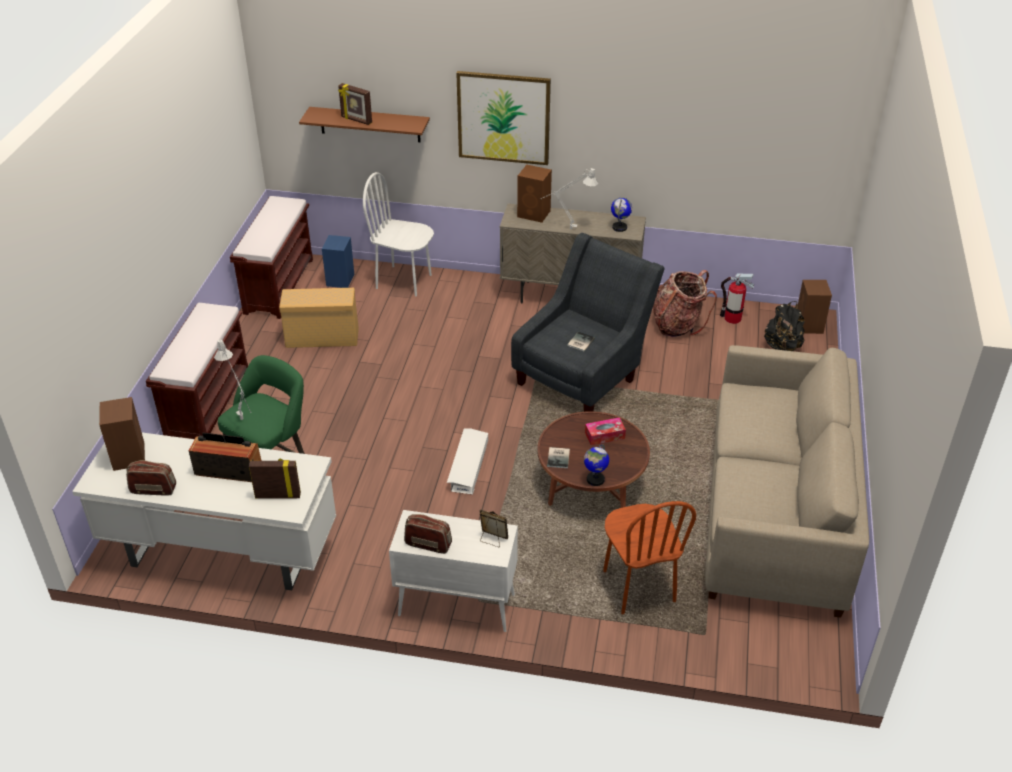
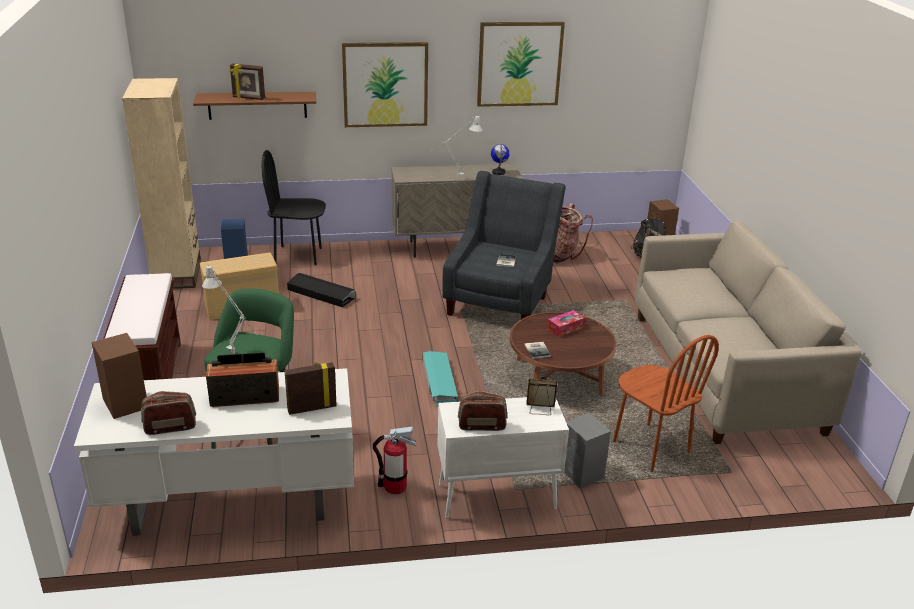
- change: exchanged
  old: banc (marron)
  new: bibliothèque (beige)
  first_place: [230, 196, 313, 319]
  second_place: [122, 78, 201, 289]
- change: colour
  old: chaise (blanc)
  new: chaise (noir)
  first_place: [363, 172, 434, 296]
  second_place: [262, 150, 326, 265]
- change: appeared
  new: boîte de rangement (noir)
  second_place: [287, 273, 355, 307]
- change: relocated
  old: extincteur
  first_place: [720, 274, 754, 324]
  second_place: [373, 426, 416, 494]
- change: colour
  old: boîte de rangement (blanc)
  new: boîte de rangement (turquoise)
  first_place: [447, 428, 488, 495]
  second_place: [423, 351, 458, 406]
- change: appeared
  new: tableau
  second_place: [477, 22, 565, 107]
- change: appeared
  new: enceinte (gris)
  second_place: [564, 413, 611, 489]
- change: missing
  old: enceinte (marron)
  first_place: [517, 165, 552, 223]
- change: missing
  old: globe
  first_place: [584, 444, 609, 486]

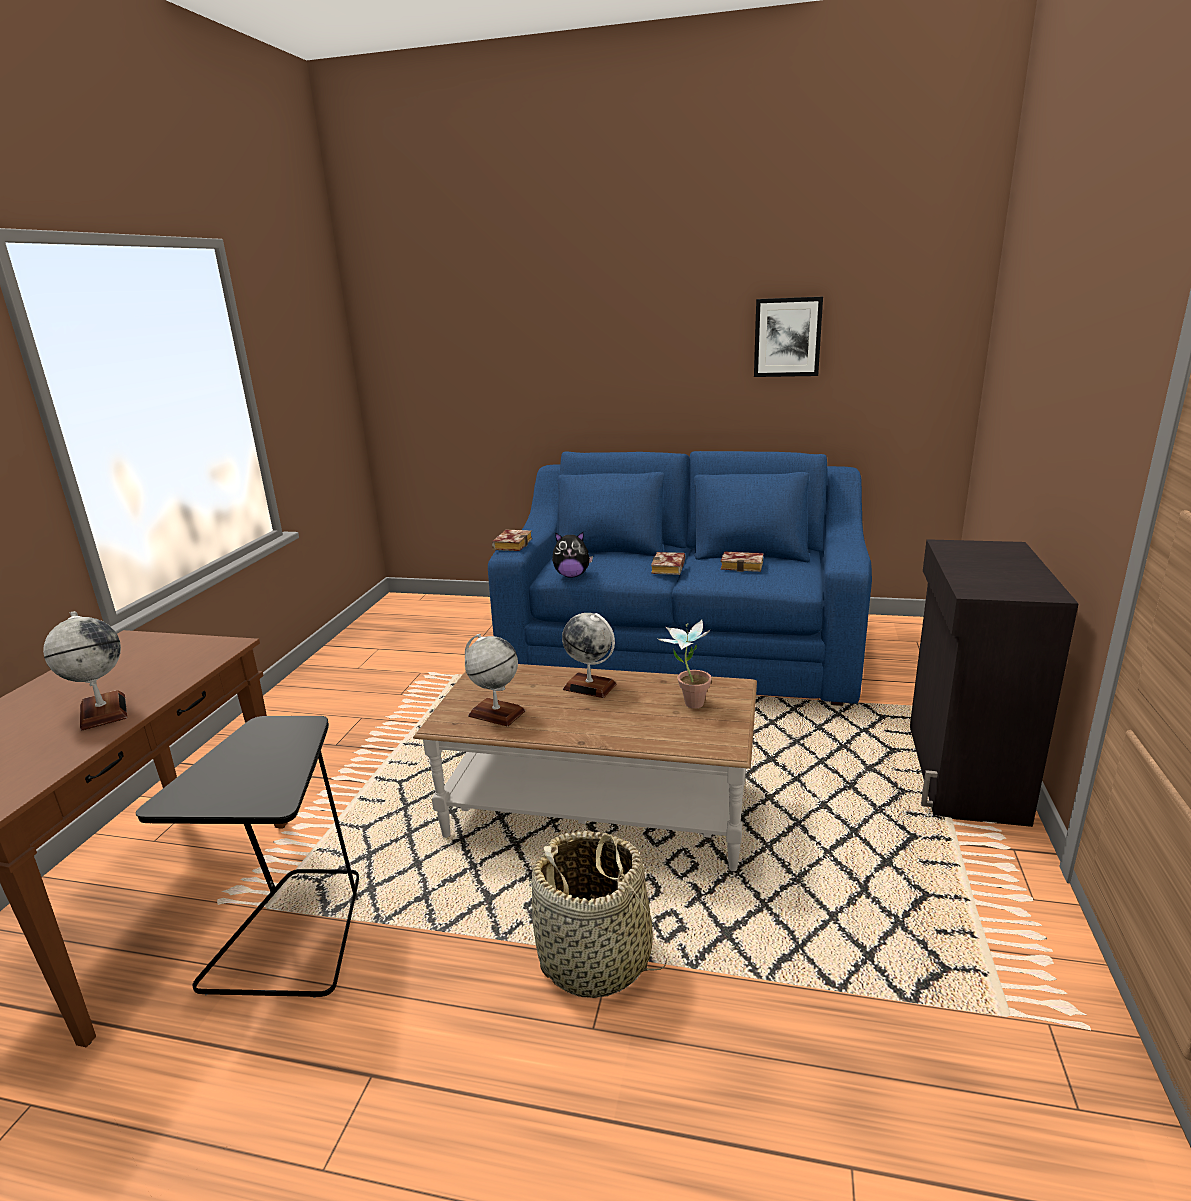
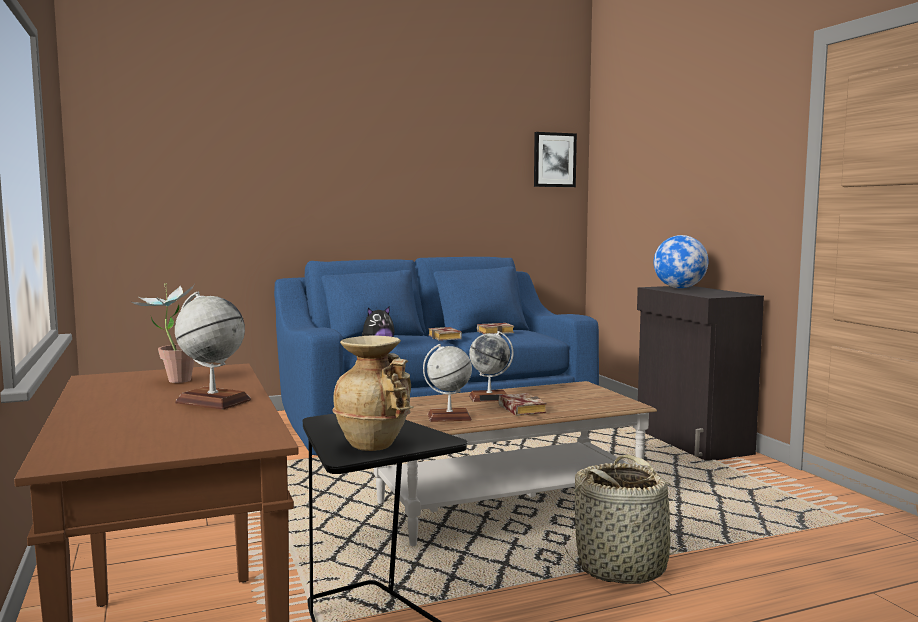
- change: relocated
  old: plante en pot
  first_place: [656, 619, 712, 709]
  second_place: [130, 283, 194, 383]
- change: appeared
  new: vase (beige)
  second_place: [332, 336, 414, 451]
- change: relocated
  old: livre
  first_place: [492, 530, 532, 551]
  second_place: [499, 393, 546, 416]
- change: relocated
  old: tableau
  first_place: [754, 297, 823, 377]
  second_place: [534, 132, 577, 187]
- change: appeared
  new: globe
  second_place: [654, 235, 708, 288]

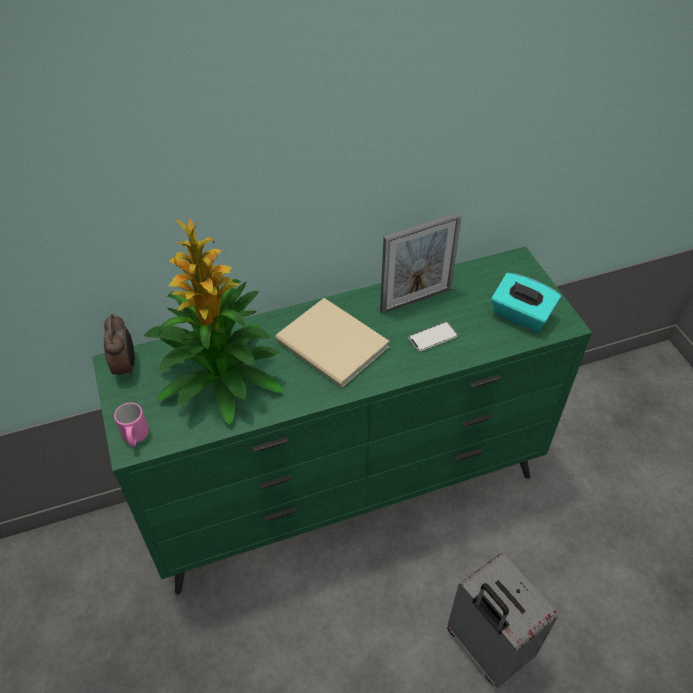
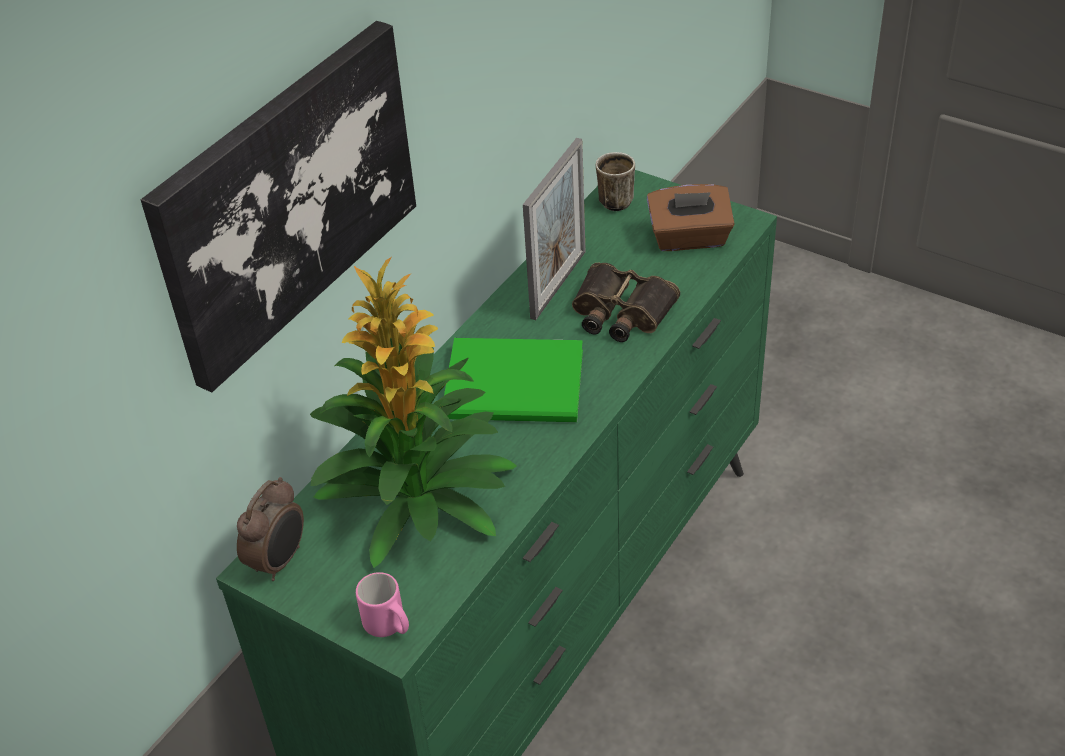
- change: appeared
  new: tableau
  second_place: [141, 21, 416, 392]
- change: spun
  old: réveil
  first_place: [104, 313, 135, 378]
  second_place: [237, 477, 304, 581]
  degrees: 75
- change: colour
  old: livre (beige)
  new: livre (vert)
  first_place: [275, 298, 390, 388]
  second_place: [444, 338, 583, 422]
- change: exchanged
  old: téléphone
  new: jumelles
  first_place: [408, 322, 458, 352]
  second_place: [572, 263, 680, 342]
- change: appeared
  new: mug
  second_place: [596, 152, 635, 211]
- change: colour
  old: boîte à mouchoirs (turquoise)
  new: boîte à mouchoirs (marron)
  first_place: [491, 273, 561, 332]
  second_place: [647, 184, 735, 251]
- change: missing
  old: valise (gris)
  first_place: [447, 553, 558, 688]

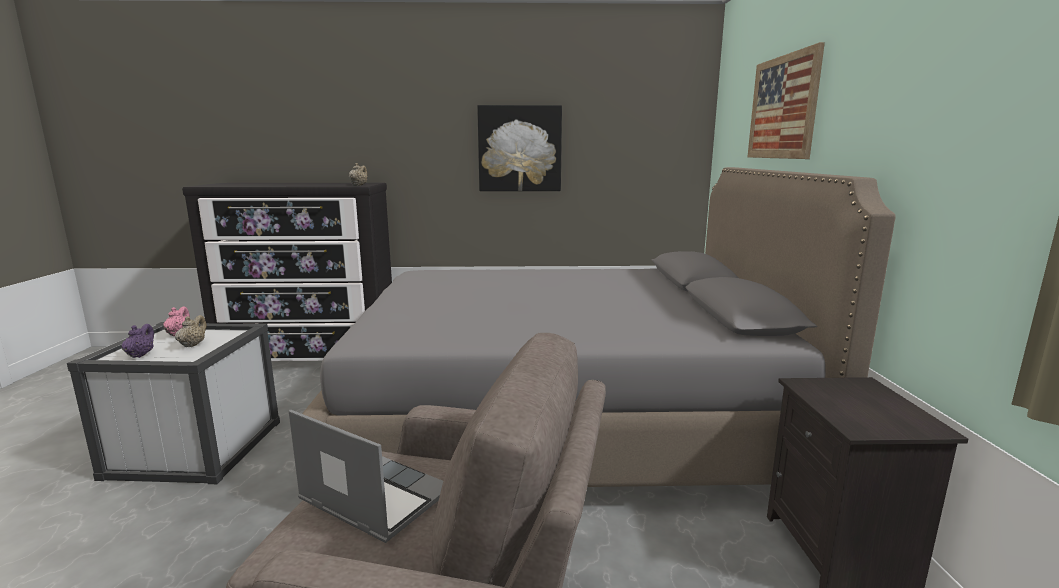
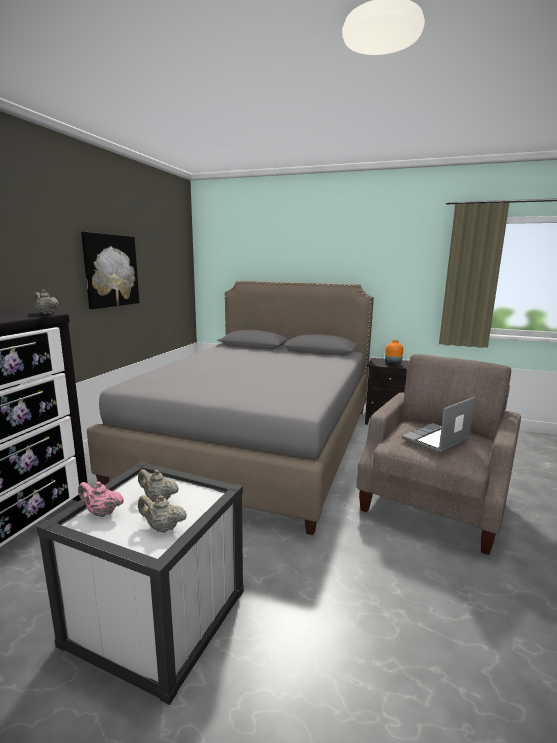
- change: colour
  old: théière (violet)
  new: théière (beige)
  first_place: [122, 324, 154, 358]
  second_place: [138, 495, 187, 533]
- change: appeared
  new: vase (orange)
  second_place: [385, 340, 403, 365]
- change: missing
  old: tableau
  first_place: [748, 42, 825, 159]

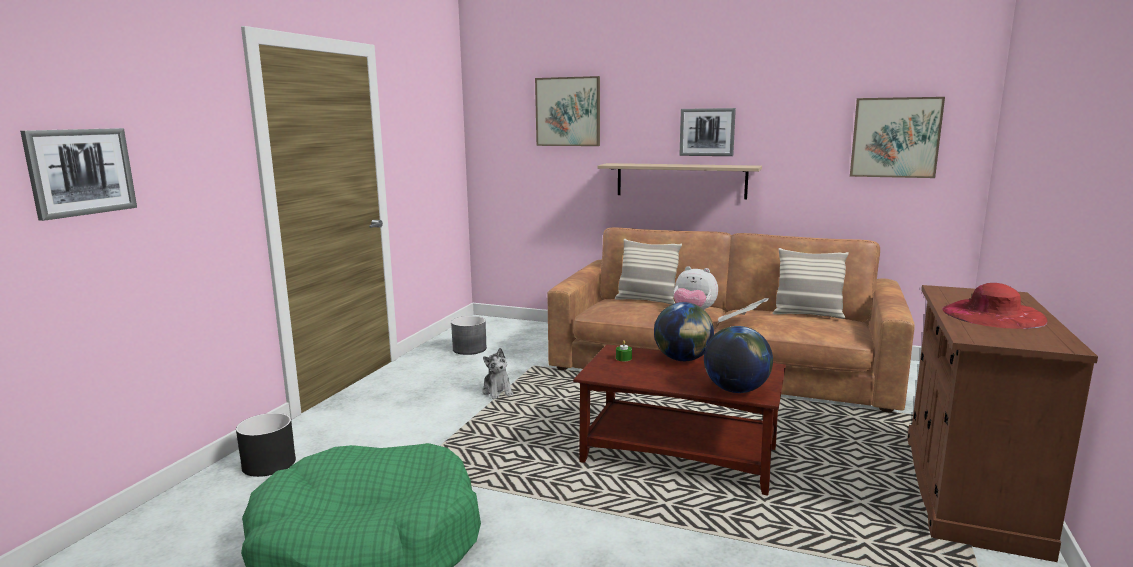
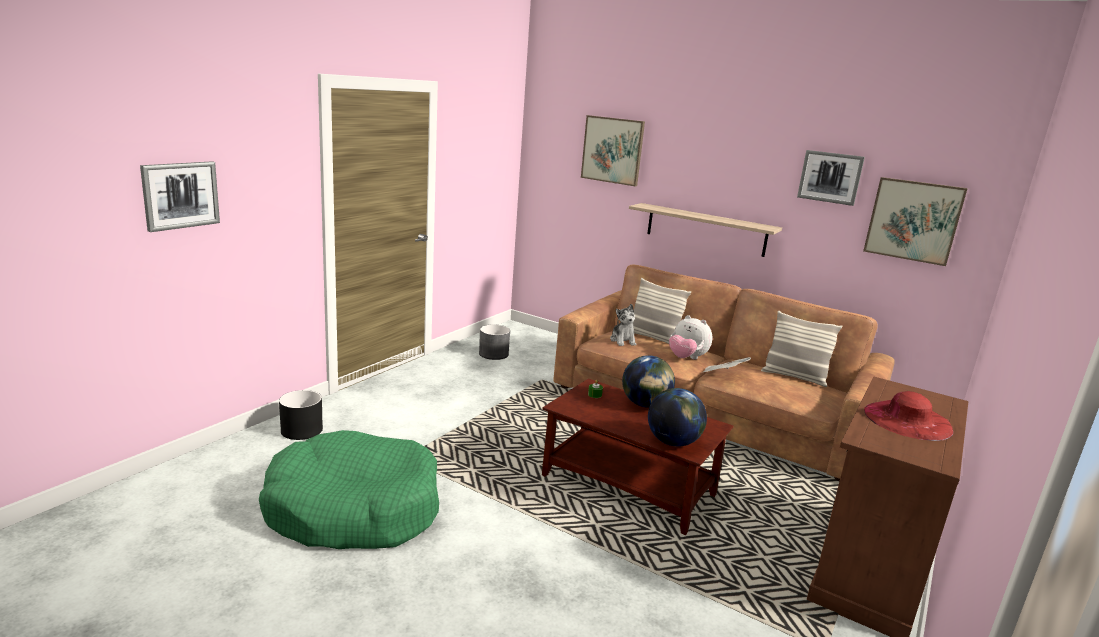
- change: relocated
  old: peluche
  first_place: [482, 348, 513, 399]
  second_place: [610, 304, 636, 346]
- change: relocated
  old: tableau
  first_place: [679, 108, 736, 156]
  second_place: [797, 150, 865, 206]

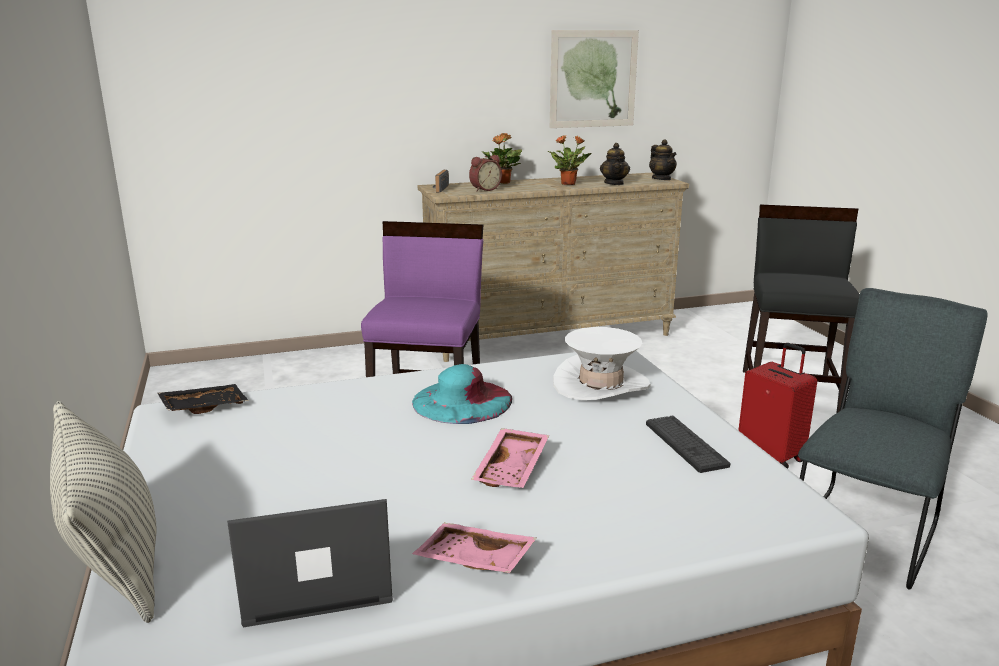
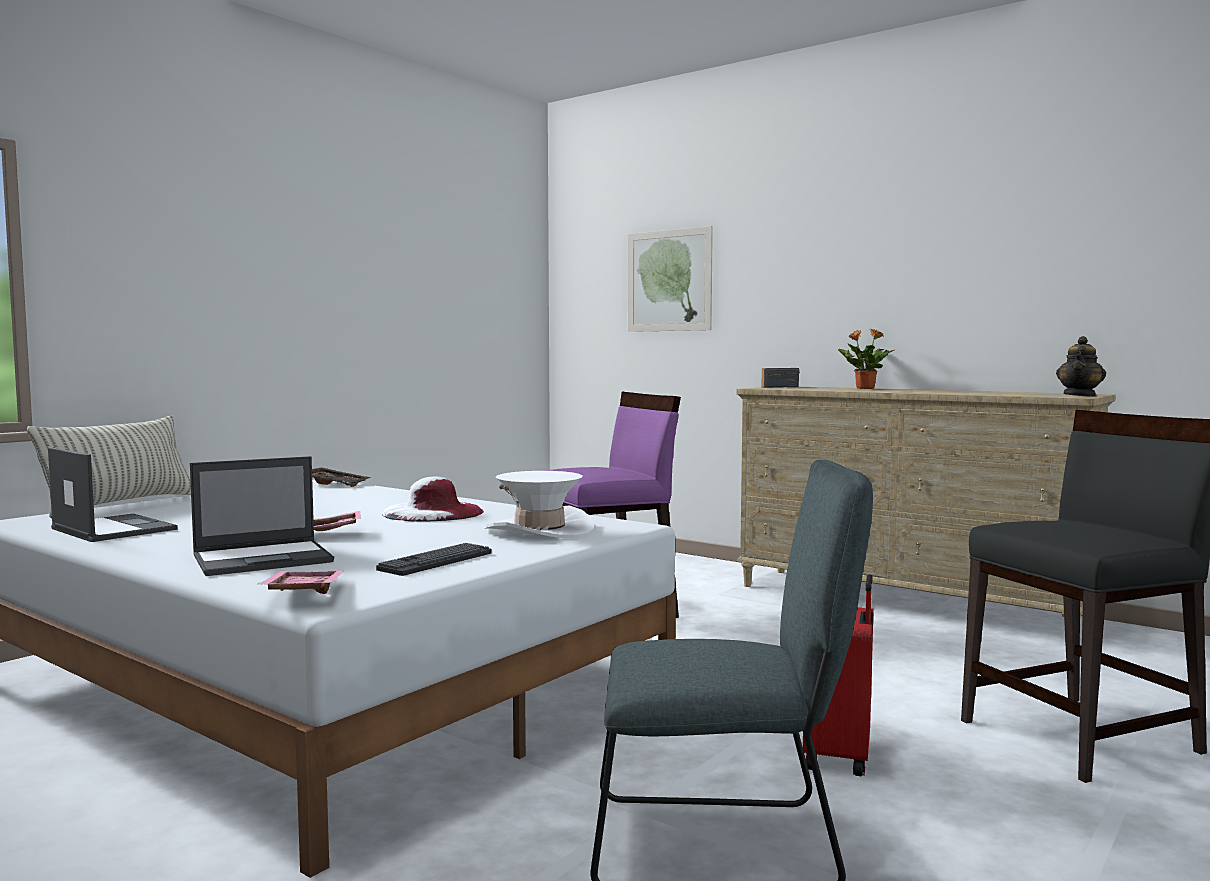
- change: appeared
  new: ordinateur portable
  second_place: [190, 456, 334, 576]
- change: relocated
  old: plateau (rose)
  first_place: [412, 523, 537, 573]
  second_place: [258, 570, 343, 594]
- change: colour
  old: chapeau (turquoise)
  new: chapeau (blanc)
  first_place: [412, 364, 512, 424]
  second_place: [382, 476, 484, 522]
- change: relocated
  old: tableau
  first_place: [550, 30, 639, 128]
  second_place: [628, 226, 713, 332]
- change: missing
  old: réveil
  first_place: [469, 155, 502, 191]
- change: missing
  old: plante en pot
  first_place: [547, 135, 592, 185]
- change: missing
  old: théière
  first_place: [600, 143, 630, 185]

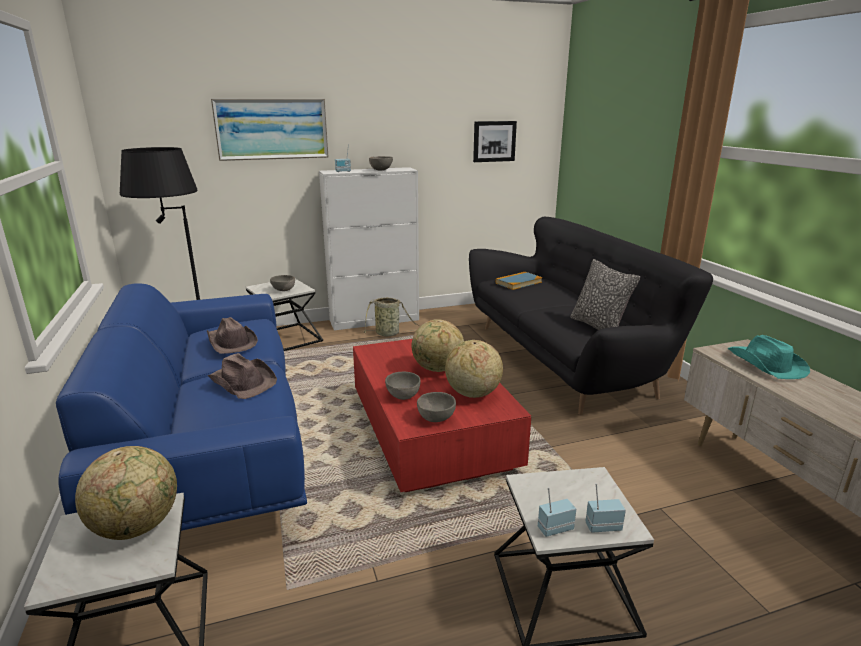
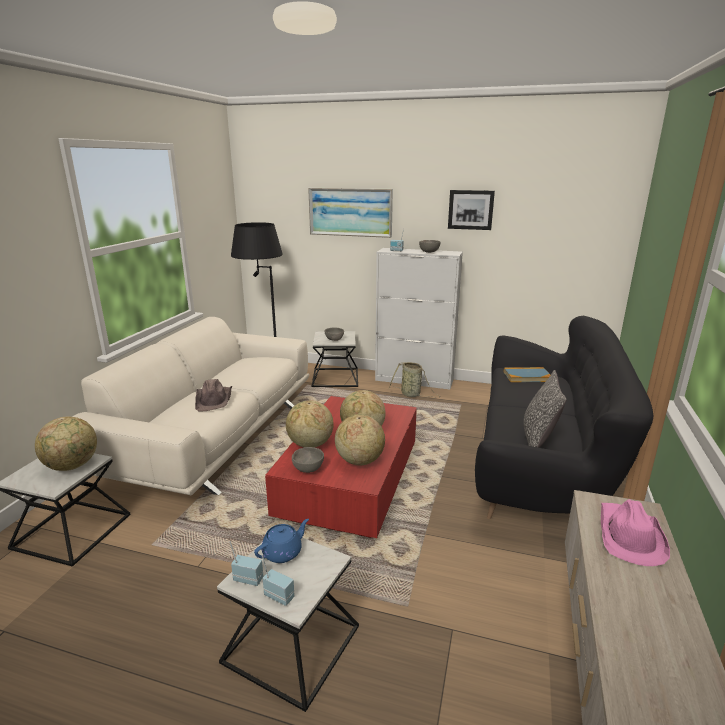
- change: colour
  old: canapé (bleu)
  new: canapé (beige)
  first_place: [56, 283, 307, 531]
  second_place: [72, 317, 309, 495]
- change: appeared
  new: théière (bleu)
  second_place: [254, 519, 309, 563]
- change: exchanged
  old: bol (gris)
  new: globe
  first_place: [385, 372, 421, 400]
  second_place: [286, 400, 334, 448]
- change: relocated
  old: tableau
  first_place: [473, 121, 517, 162]
  second_place: [448, 190, 495, 230]
- change: colour
  old: chapeau (turquoise)
  new: chapeau (rose)
  first_place: [728, 335, 810, 379]
  second_place: [601, 499, 670, 566]
- change: missing
  old: chapeau (marron)
  first_place: [207, 317, 258, 354]

